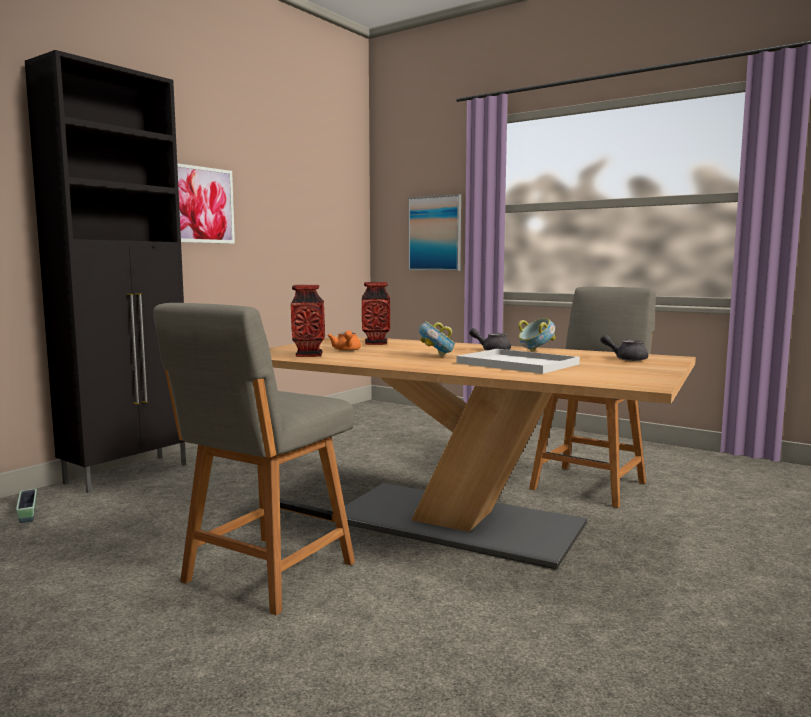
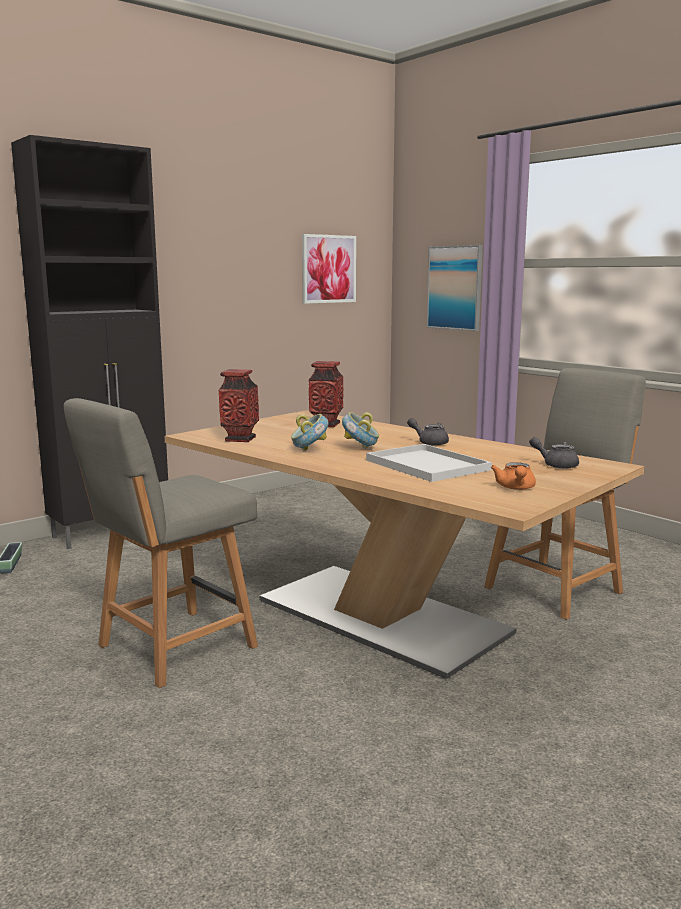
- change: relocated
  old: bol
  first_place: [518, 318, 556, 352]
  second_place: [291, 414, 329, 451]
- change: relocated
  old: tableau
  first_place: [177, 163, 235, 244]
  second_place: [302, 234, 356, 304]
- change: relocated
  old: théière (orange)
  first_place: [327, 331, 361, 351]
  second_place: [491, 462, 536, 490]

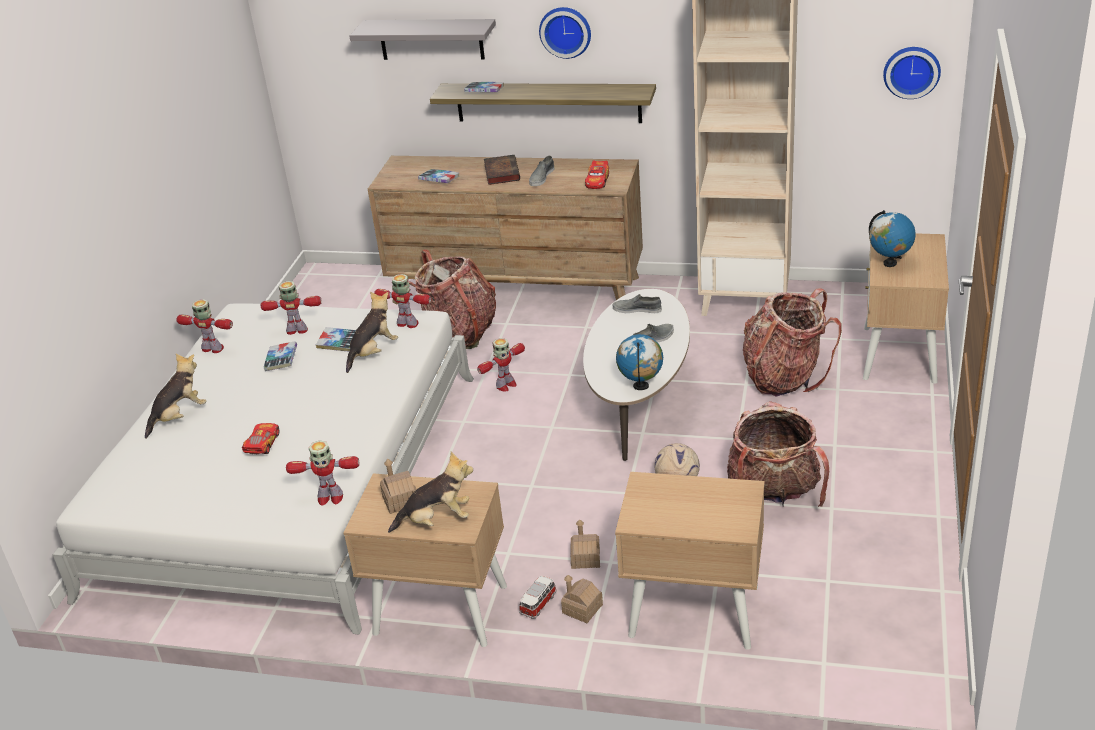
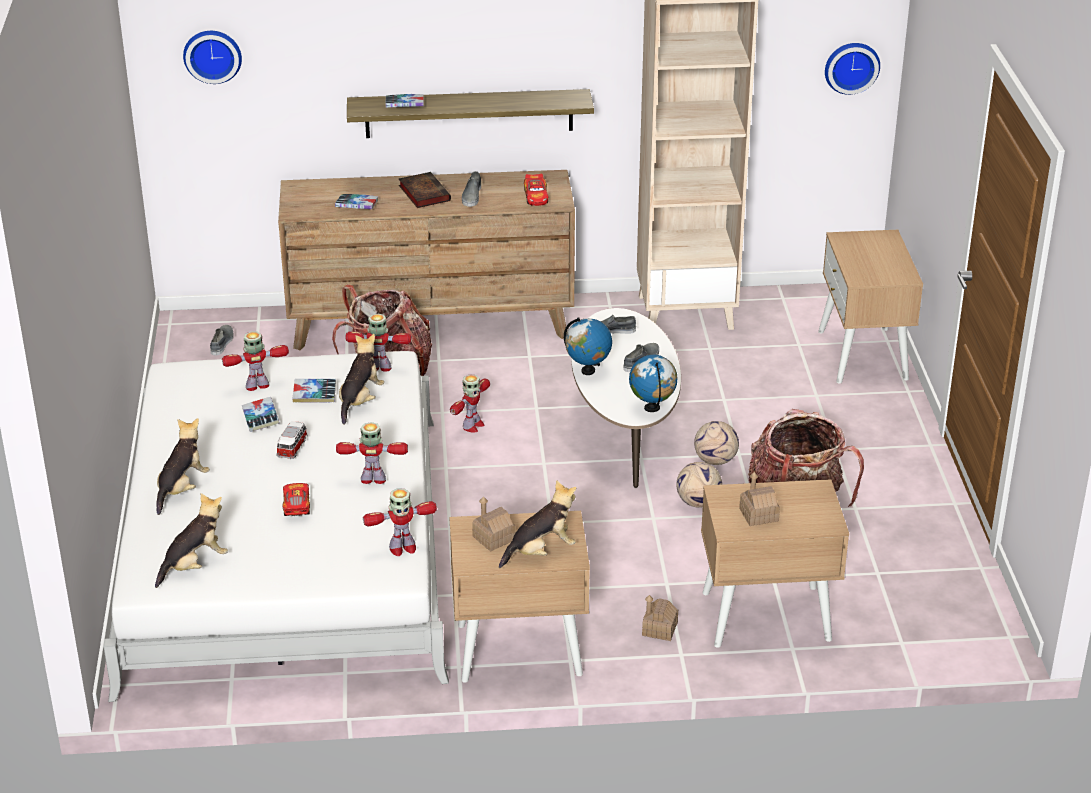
- change: appeared
  new: peluche
  second_place: [155, 493, 228, 588]
- change: relocated
  old: horloge murale
  first_place: [539, 7, 591, 59]
  second_place: [183, 31, 242, 84]
- change: appeared
  new: chaussure (gris)
  second_place: [210, 325, 234, 355]
- change: relocated
  old: petite voiture
  first_place: [519, 576, 557, 619]
  second_place: [277, 421, 308, 459]
- change: relocated
  old: robot jouet
  first_place: [176, 299, 233, 353]
  second_place: [336, 422, 408, 484]
- change: relocated
  old: globe
  first_place: [869, 210, 915, 267]
  second_place: [564, 318, 612, 375]
- change: appeared
  new: ballon de foot
  second_place: [694, 421, 739, 465]
- change: relocated
  old: maison miniature
  first_place: [571, 519, 600, 569]
  second_place: [739, 472, 780, 526]
- change: missing
  old: étagère (gris)
  first_place: [349, 19, 496, 60]
- change: missing
  old: sac à dos
  first_place: [743, 288, 842, 397]

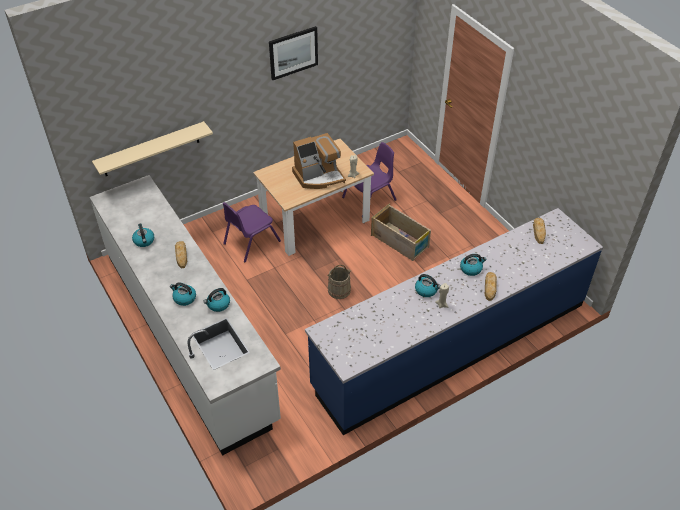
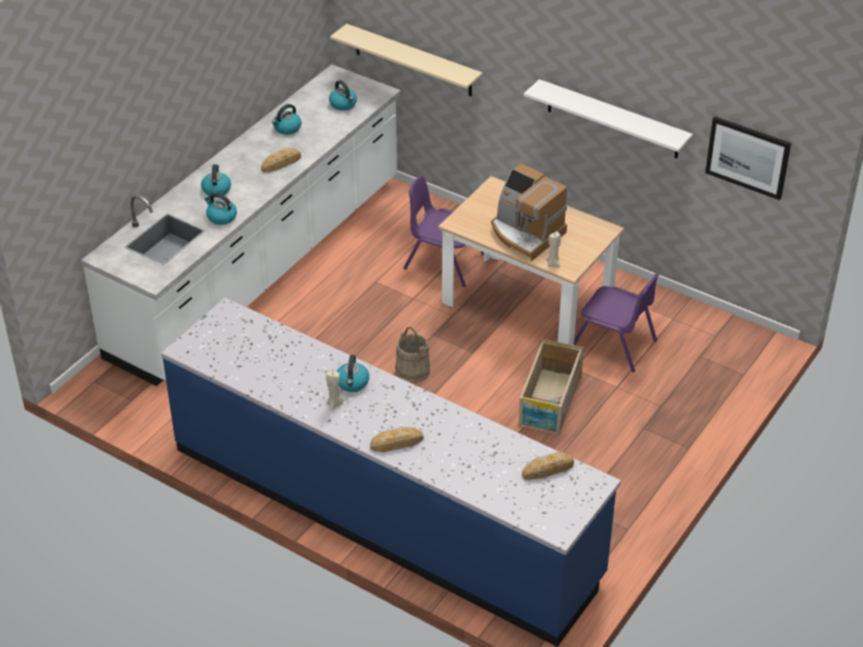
- change: relocated
  old: bouilloire
  first_place: [460, 254, 487, 276]
  second_place: [329, 80, 357, 111]
- change: appeared
  new: étagère (blanc)
  second_place: [524, 79, 693, 158]
- change: relocated
  old: tableau
  first_place: [269, 26, 318, 80]
  second_place: [705, 116, 791, 200]

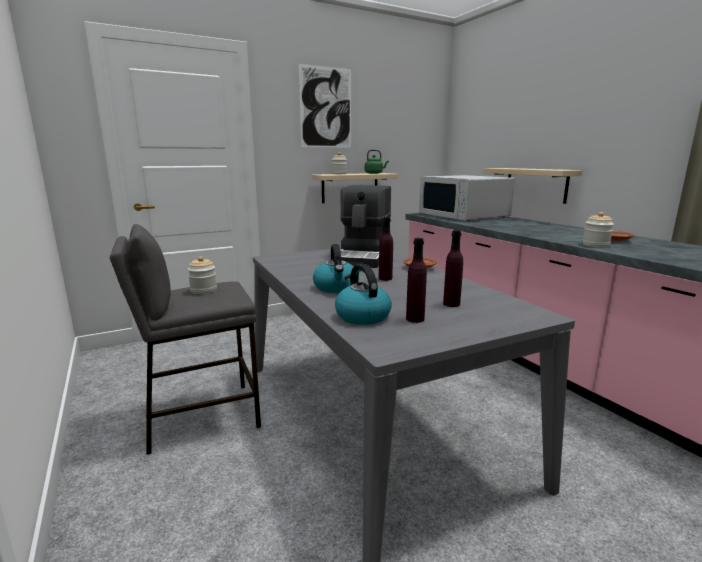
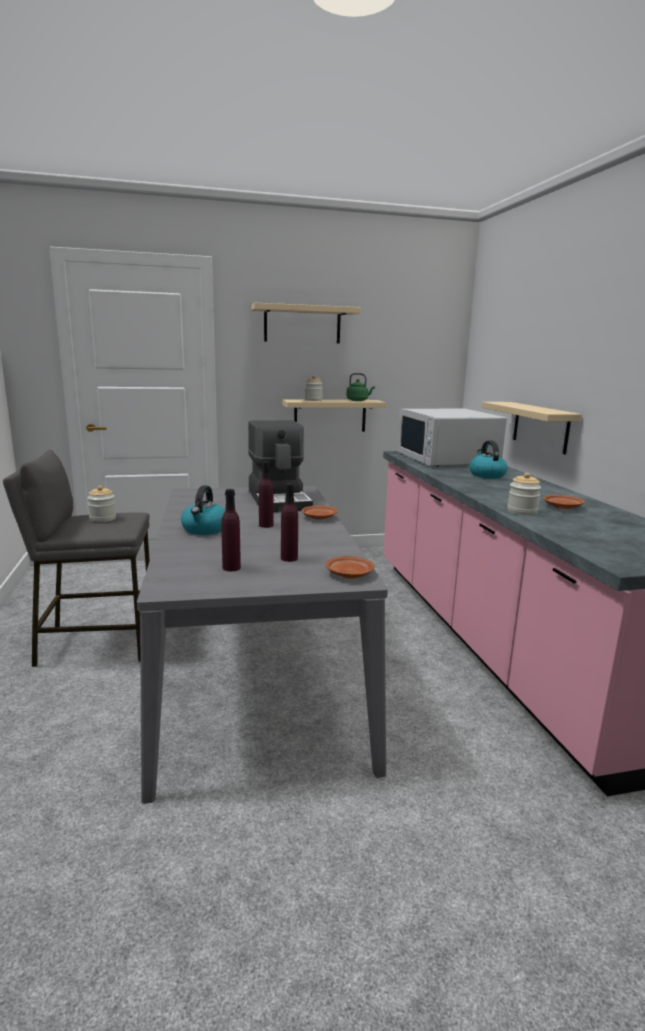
- change: spun
  old: machine à café
  first_place: [340, 185, 391, 268]
  second_place: [248, 420, 313, 512]
  degrees: -45
- change: exchanged
  old: tableau
  new: étagère (beige)
  first_place: [299, 64, 351, 148]
  second_place: [251, 303, 361, 344]
- change: appeared
  new: assiette (marron)
  second_place: [326, 556, 375, 579]
- change: relocated
  old: bouilloire
  first_place: [335, 264, 392, 325]
  second_place: [469, 440, 508, 479]

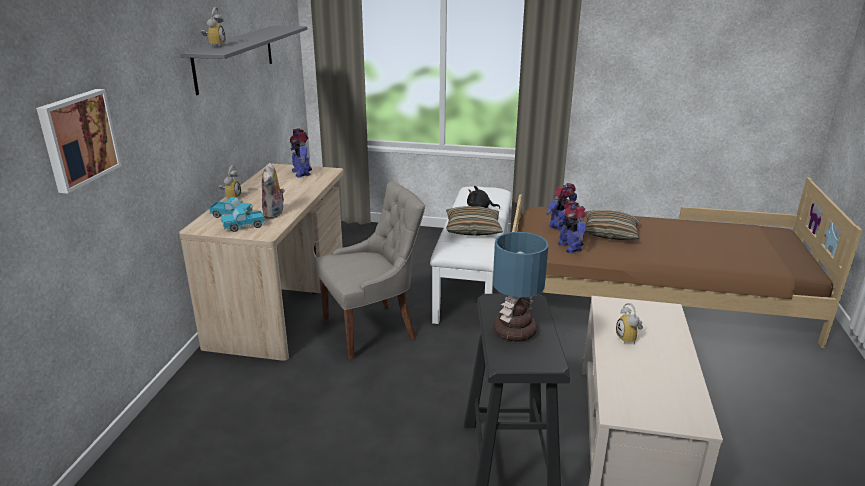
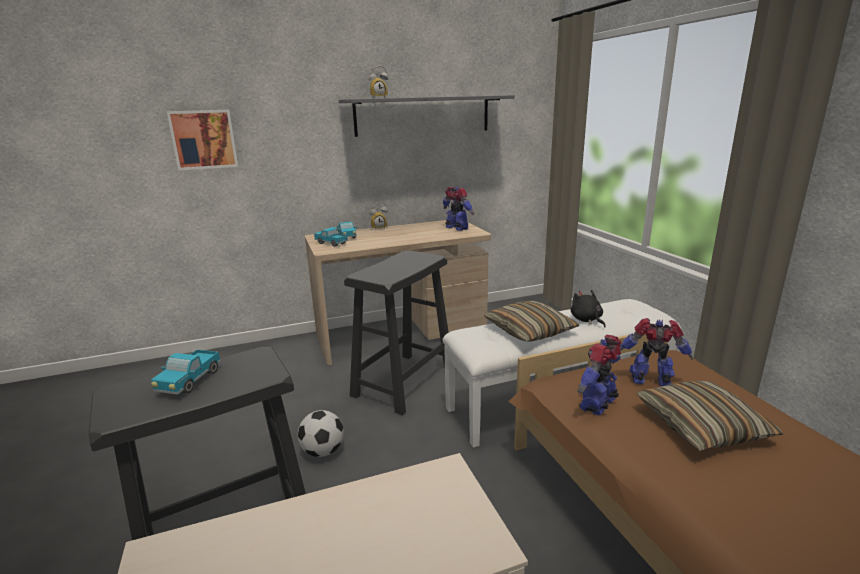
- change: exchanged
  old: lampe de table
  new: camion jouet
  first_place: [493, 232, 548, 341]
  second_place: [151, 350, 221, 395]
- change: appeared
  new: ballon de foot
  second_place: [298, 410, 344, 457]
- change: exchanged
  old: chaise (gris)
  new: tabouret (noir)
  first_place: [315, 181, 425, 360]
  second_place: [344, 250, 449, 415]
- change: spun
  old: robot jouet
  first_place: [290, 129, 312, 177]
  second_place: [443, 187, 474, 231]
  degrees: 105
- change: missing
  old: peluche
  first_place: [262, 163, 285, 219]
- change: missing
  old: réveil
  first_place: [616, 303, 643, 345]

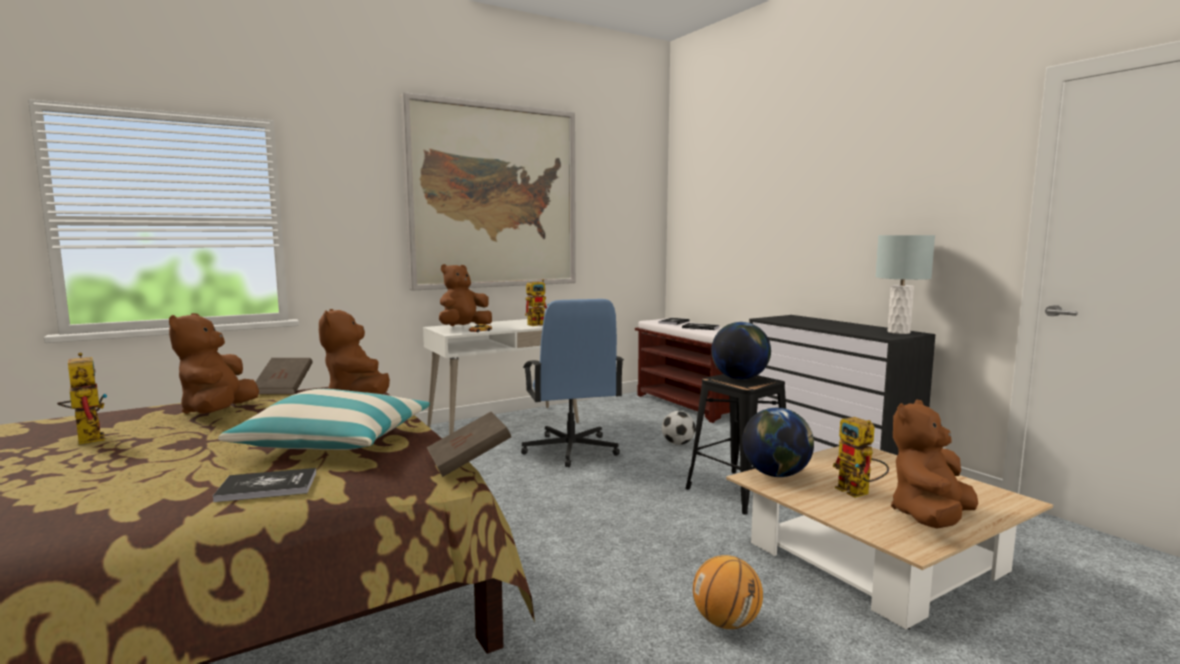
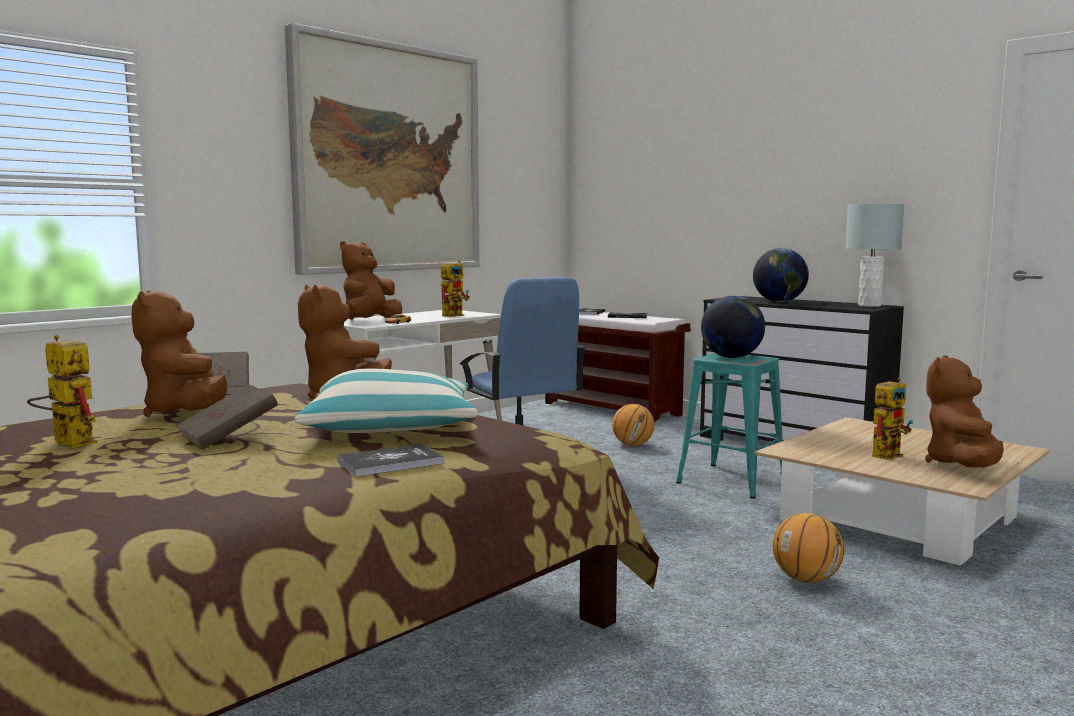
- change: relocated
  old: livre (marron)
  first_place: [427, 412, 511, 477]
  second_place: [176, 384, 278, 450]
- change: exchanged
  old: ballon de foot
  new: ballon de basket
  first_place: [662, 411, 695, 445]
  second_place: [612, 404, 655, 446]
- change: colour
  old: tabouret (noir)
  new: tabouret (turquoise)
  first_place: [685, 374, 786, 514]
  second_place: [676, 353, 783, 499]
- change: relocated
  old: globe
  first_place: [742, 408, 814, 477]
  second_place: [753, 248, 809, 302]
- change: spun
  old: robot jouet
  first_place: [832, 417, 889, 498]
  second_place: [872, 378, 913, 460]
  degrees: -90

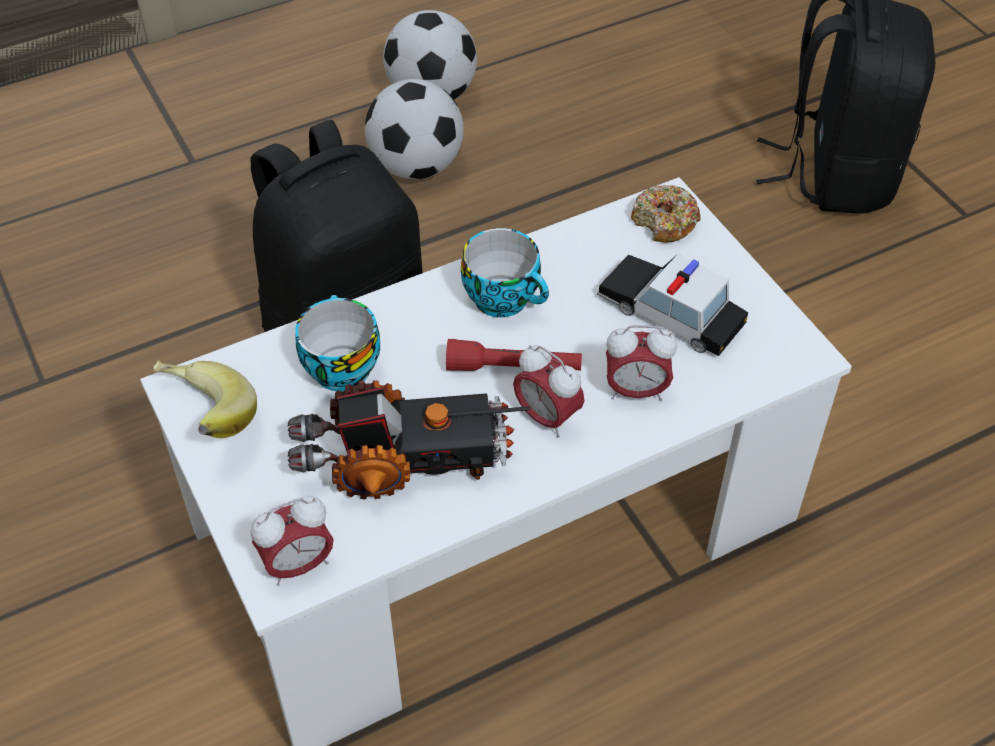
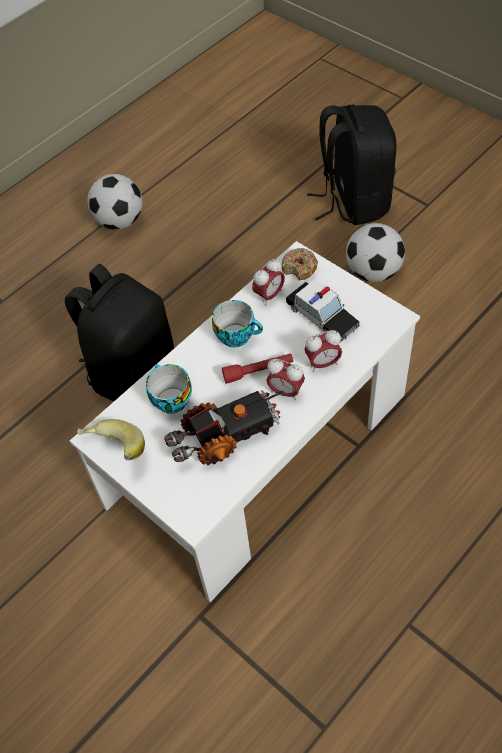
- change: relocated
  old: réveil
  first_place: [250, 496, 334, 586]
  second_place: [252, 259, 285, 305]
- change: spun
  old: petite voiture
  first_place: [597, 254, 748, 356]
  second_place: [286, 279, 360, 342]
  degrees: -150
- change: relocated
  old: ballon de foot
  first_place: [365, 79, 464, 179]
  second_place: [346, 223, 405, 282]

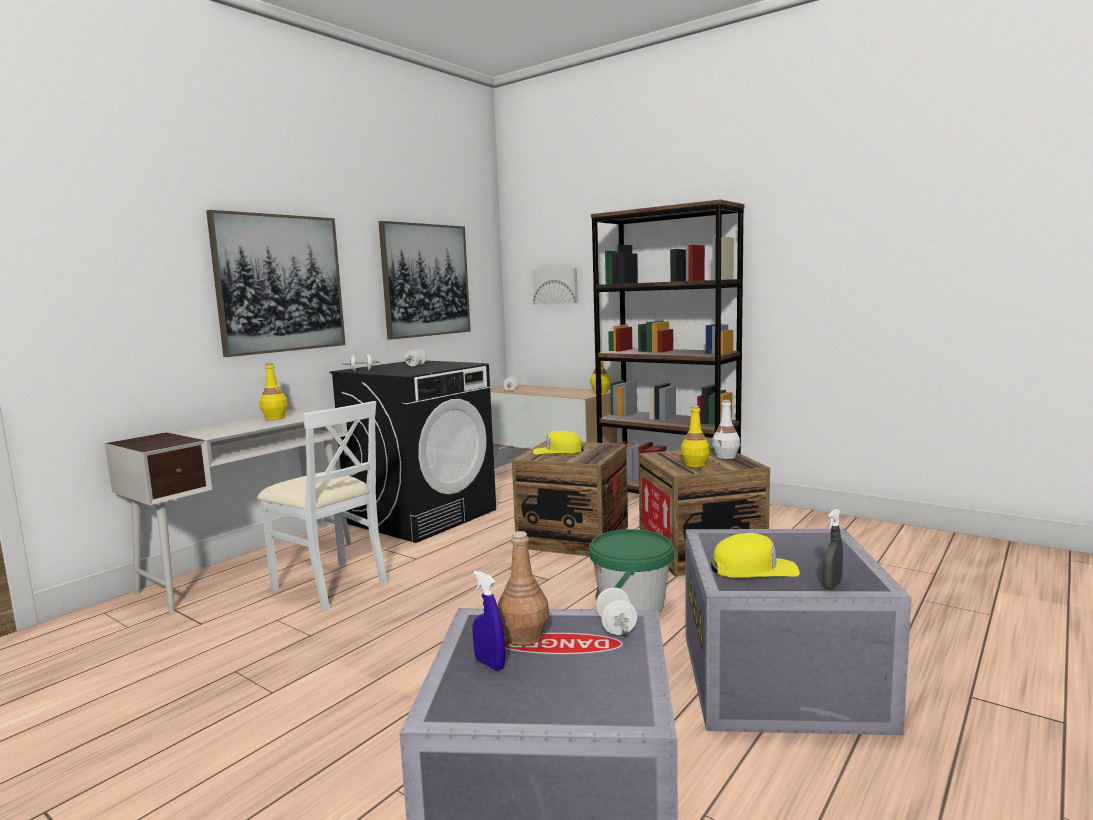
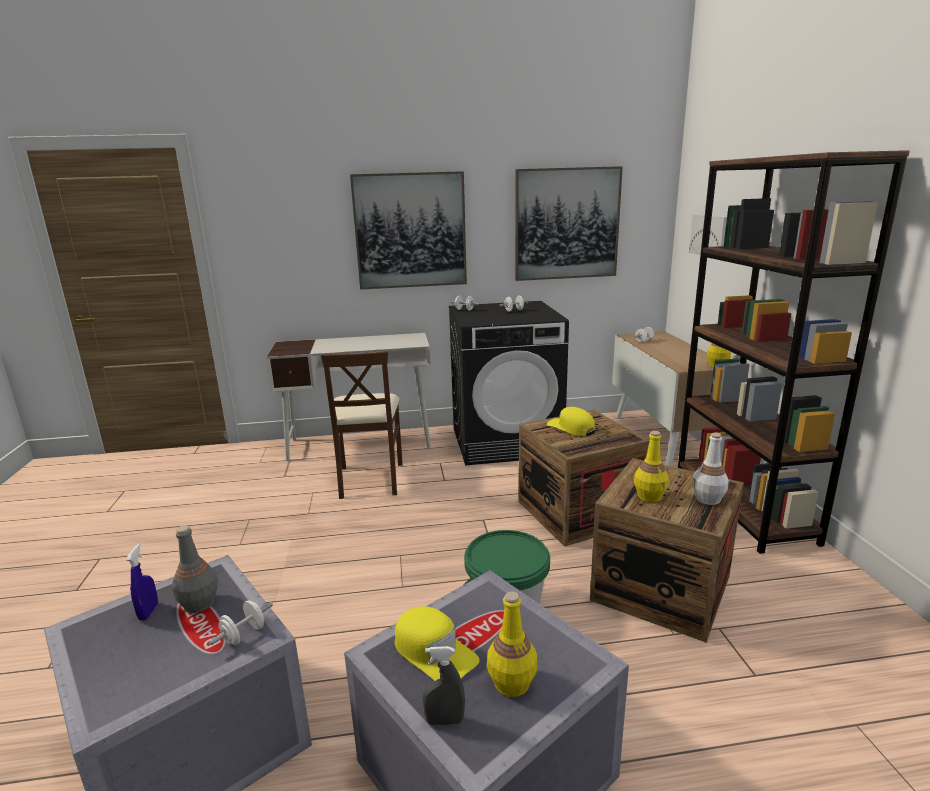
- change: colour
  old: bouteille (marron)
  new: bouteille (gris)
  first_place: [498, 531, 549, 646]
  second_place: [172, 525, 218, 613]
- change: colour
  old: chaise (blanc)
  new: chaise (marron)
  first_place: [257, 401, 388, 611]
  second_place: [321, 351, 403, 499]
- change: relocated
  old: bouteille (jaune)
  first_place: [260, 363, 288, 420]
  second_place: [487, 591, 537, 697]

